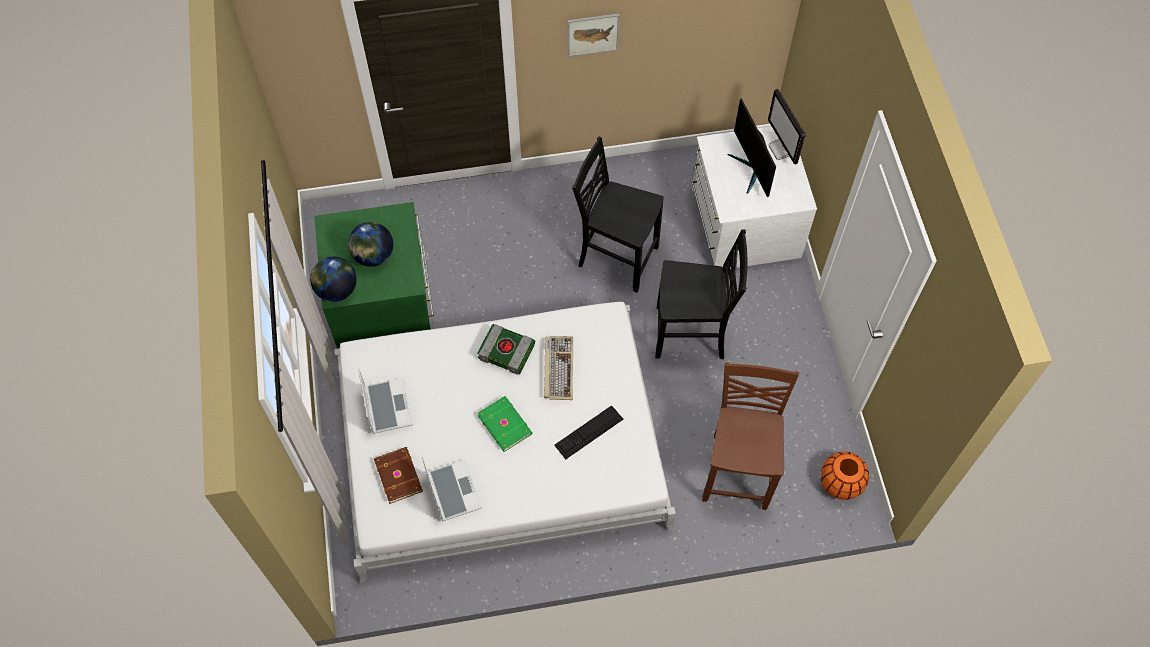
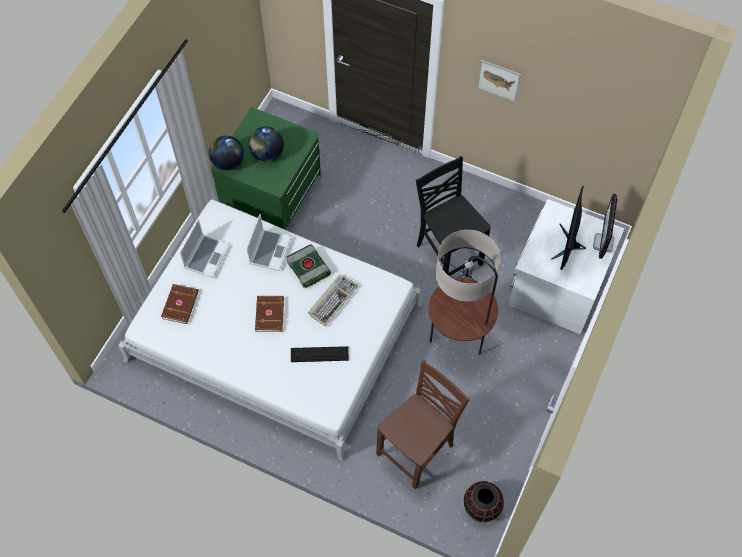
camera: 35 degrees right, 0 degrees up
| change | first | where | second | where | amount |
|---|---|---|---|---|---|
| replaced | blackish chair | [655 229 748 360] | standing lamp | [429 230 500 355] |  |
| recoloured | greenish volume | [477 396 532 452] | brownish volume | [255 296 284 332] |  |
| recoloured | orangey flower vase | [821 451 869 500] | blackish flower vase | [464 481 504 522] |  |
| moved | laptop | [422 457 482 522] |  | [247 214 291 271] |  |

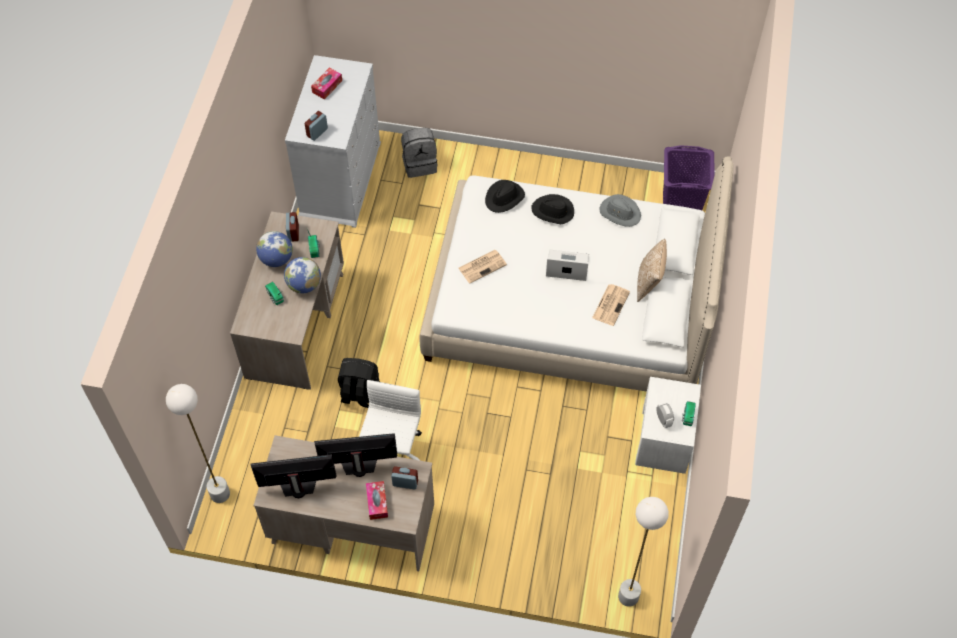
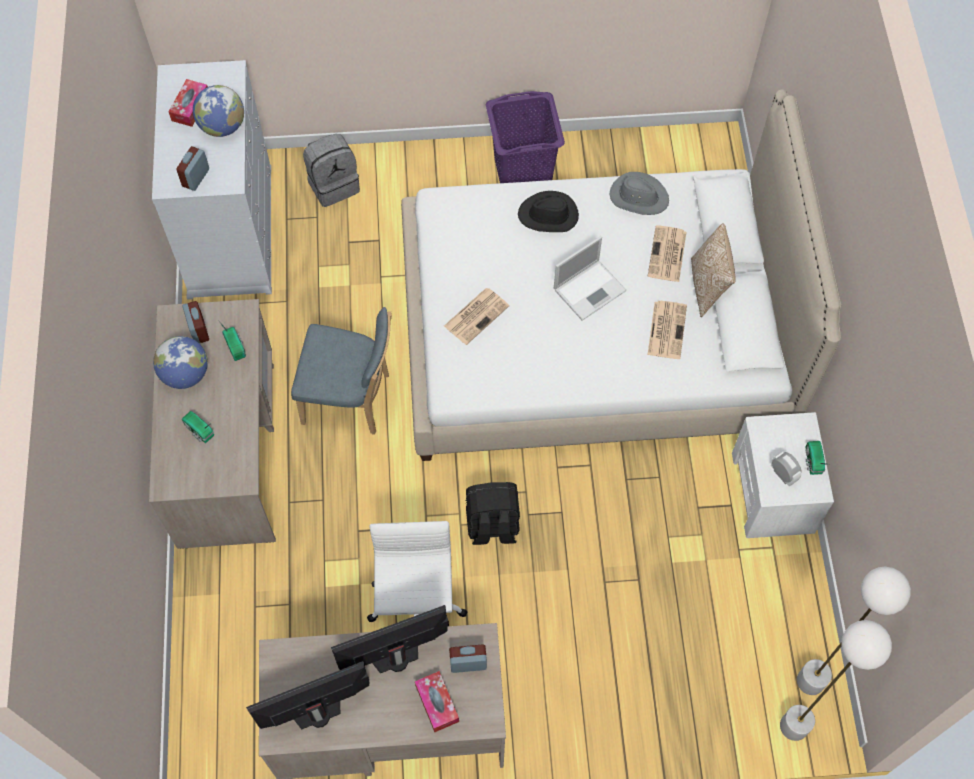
camera: 15 degrees left, 5 degrees up
| change | first | where | second | where | amount |
|---|---|---|---|---|---|
| moved | purplish hamper | [663 145 715 210] |  | [486 91 565 183] |  |
| removed | blackish clothing hat | [485 180 525 213] |  |  |  |
| turned | laptop | [546 250 589 281] |  | [554 236 627 321] | 150 degrees clockwise |
| moved | desk globe | [284 257 321 293] |  | [193 85 244 137] |  |
| moved | blackish knapsack | [338 358 380 408] |  | [466 482 520 545] |  |
| moved | whitish standing lamp | [166 384 230 503] |  | [797 567 911 695] |  |
| added |  |  | newspaper | [648 225 686 282] |  |
| added |  |  | bluish chair | [291 307 392 435] |  |

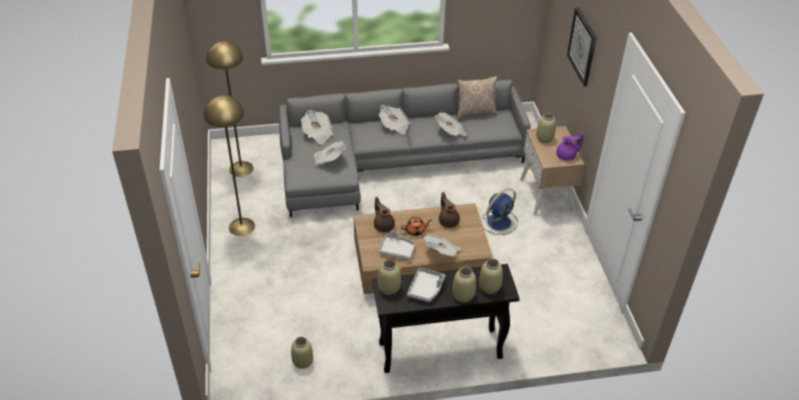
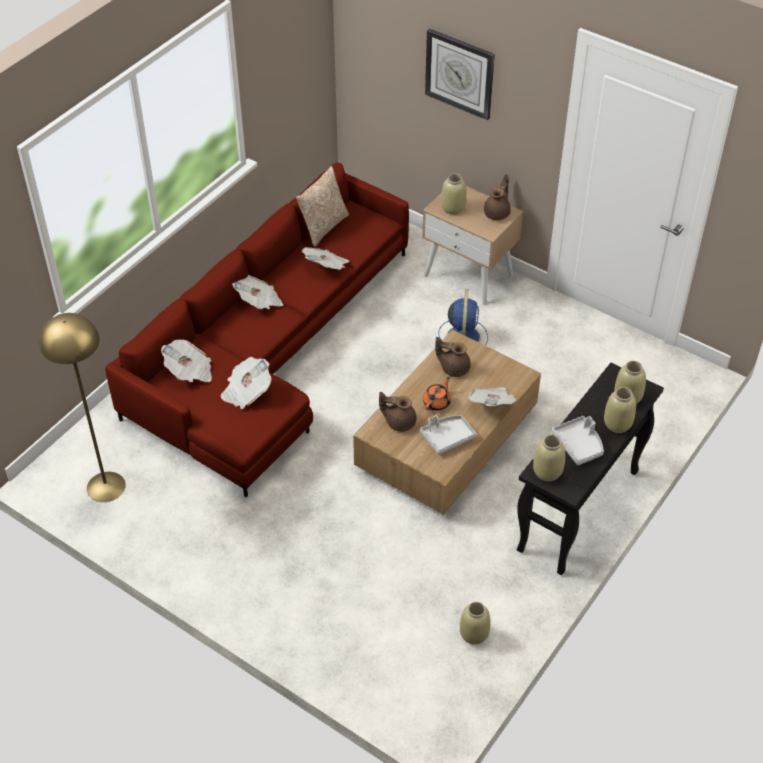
camera: 45 degrees left, 5 degrees up
| change | first | where | second | where | amount |
|---|---|---|---|---|---|
| recoloured | gray sofa | [279 80 531 217] | red sofa | [105 163 409 497] |  |
| removed | yellow-coloured standing lamp | [204 95 255 236] |  |  |  |
| recoloured | purplish teapot | [556 132 584 160] | brownish teapot | [484 174 511 220] |  |

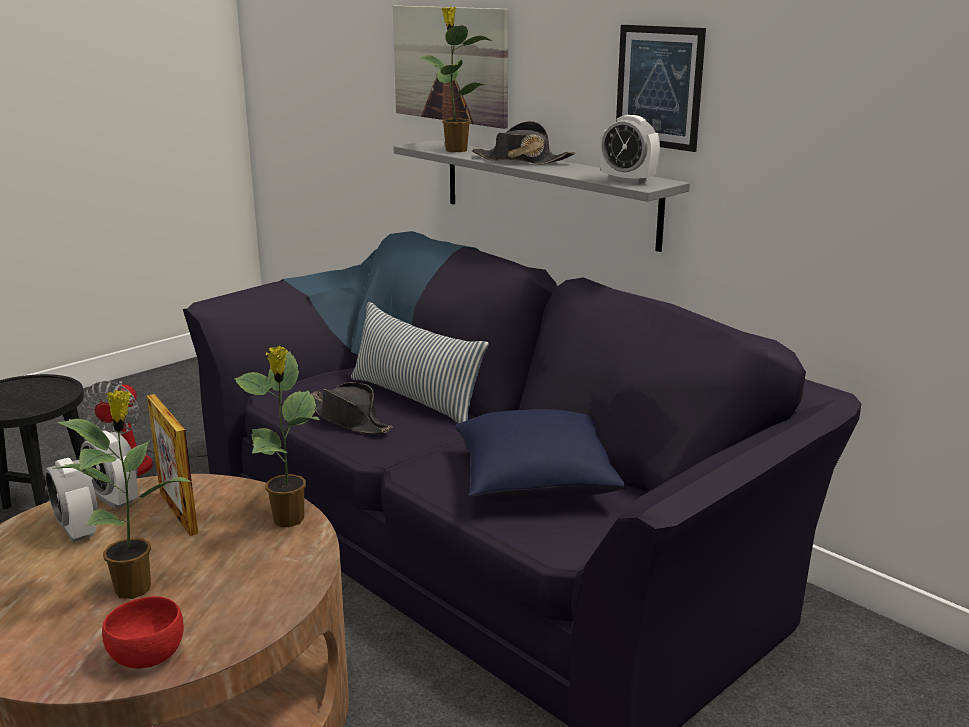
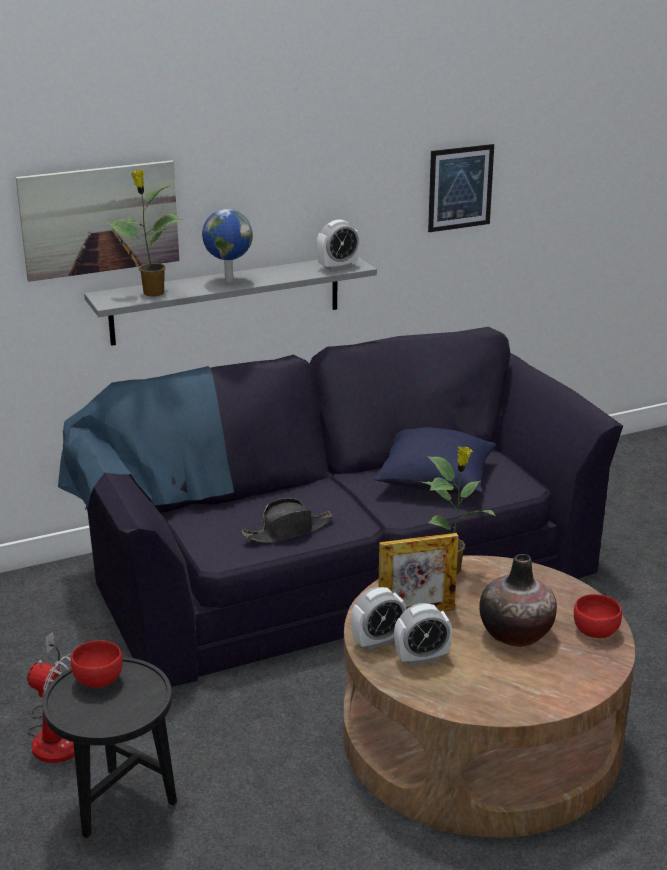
camera: 70 degrees left, 5 degrees up
| change | first | where | second | where | amount |
|---|---|---|---|---|---|
| moved | wall picture | [616 25 706 152] |  | [428 144 494 232] |  |
| replaced | blackish clothing hat | [472 121 575 164] | desk globe | [202 209 253 283] |  |
| removed | cushion | [351 302 489 423] |  |  |  |
| replaced | potted plant | [53 390 194 599] | flower vase | [479 554 557 647] |  |
| added |  |  | red serving bowl | [71 641 123 688] |  |

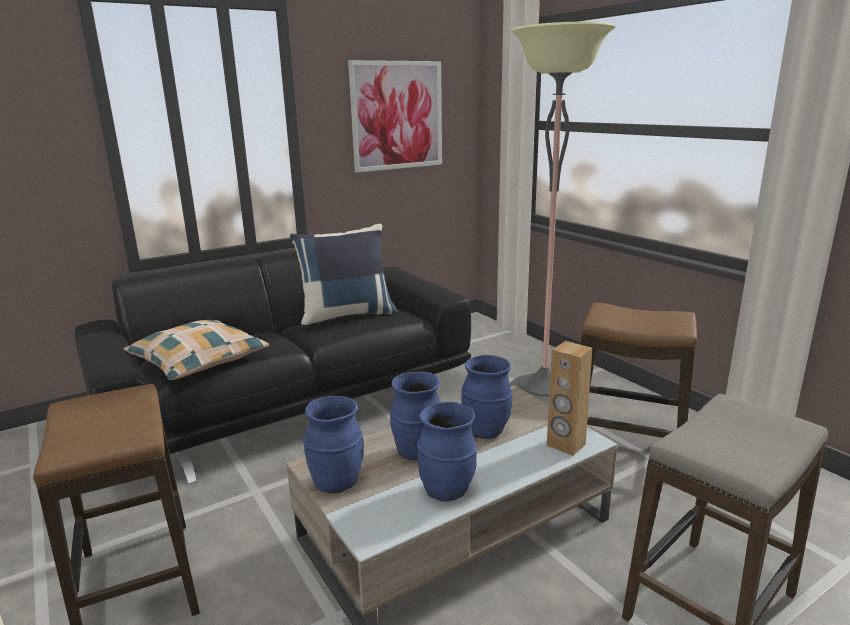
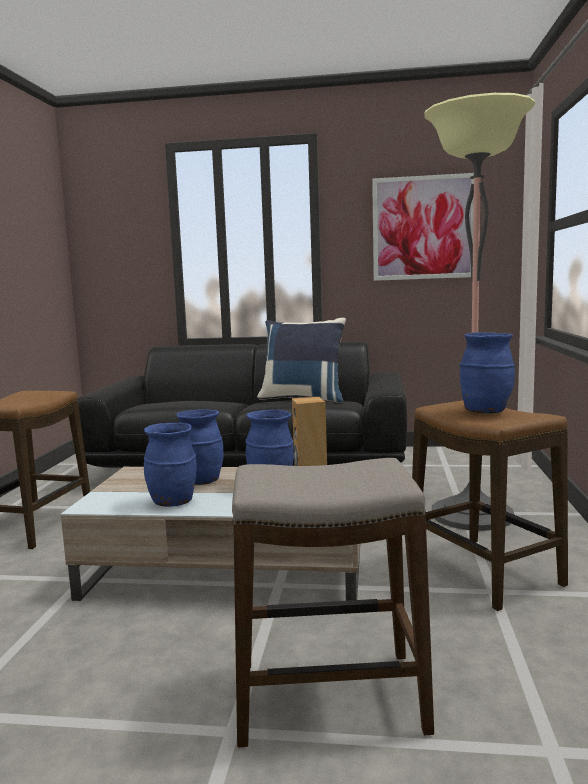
camera: 40 degrees right, 10 degrees down
| change | first | where | second | where | amount |
|---|---|---|---|---|---|
| removed | cushion | [124 320 269 380] |  |  |  |
| moved | bluish flower vase | [303 396 364 493] |  | [459 332 515 414] |  |

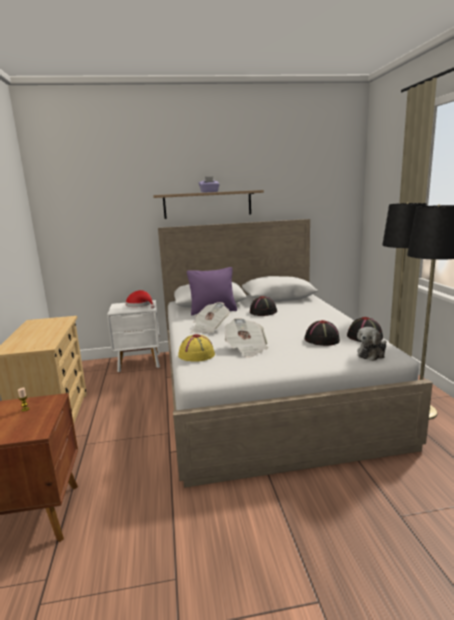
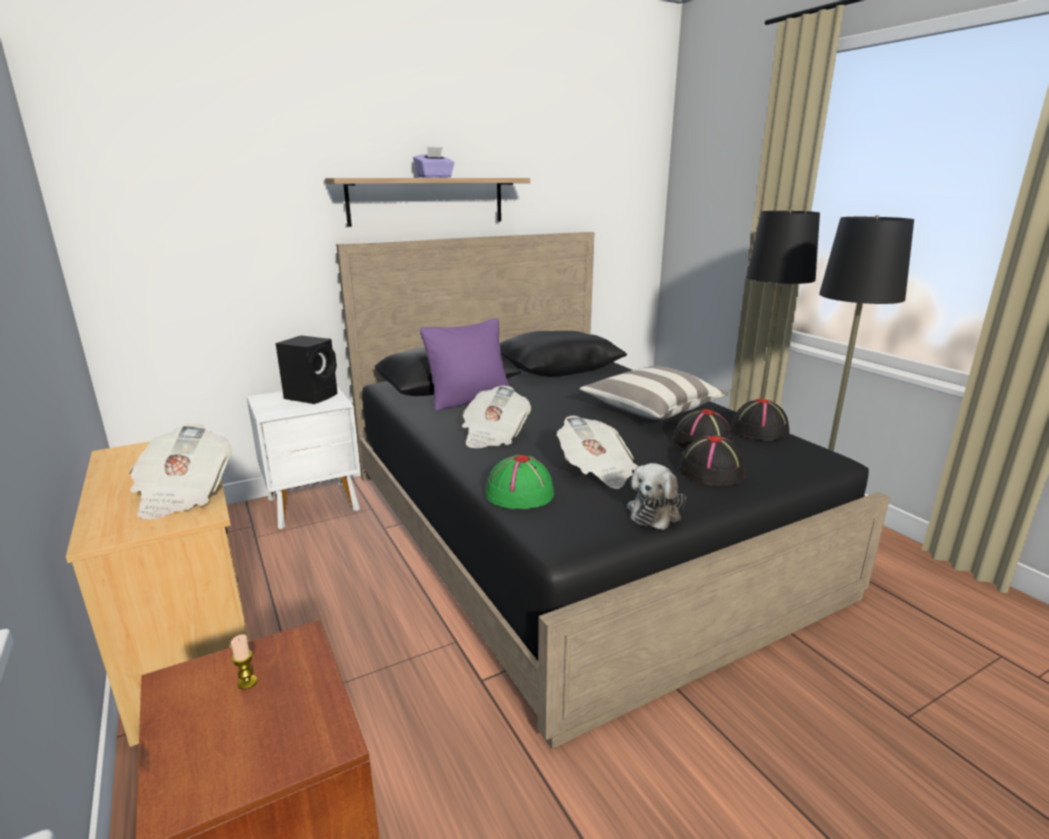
camera: 20 degrees left, 5 degrees up
| change | first | where | second | where | amount |
|---|---|---|---|---|---|
| recoloured | whitish bed | [158 219 433 488] | blackish bed | [336 232 890 749] |  |
| replaced | red clothing hat | [126 290 155 309] | blackish loudspeaker | [276 335 338 404] |  |
| moved | blackish clothing hat | [250 296 277 316] |  | [679 435 745 486] |  |
| moved | soft toy | [357 327 386 361] |  | [627 463 686 530] |  |
| recoloured | yellow-coloured clothing hat | [178 334 215 362] | greenish clothing hat | [486 455 554 509] |  |
| added |  |  | cushion | [580 366 728 420] |  |
| added |  |  | newspaper | [130 424 232 520] |  |

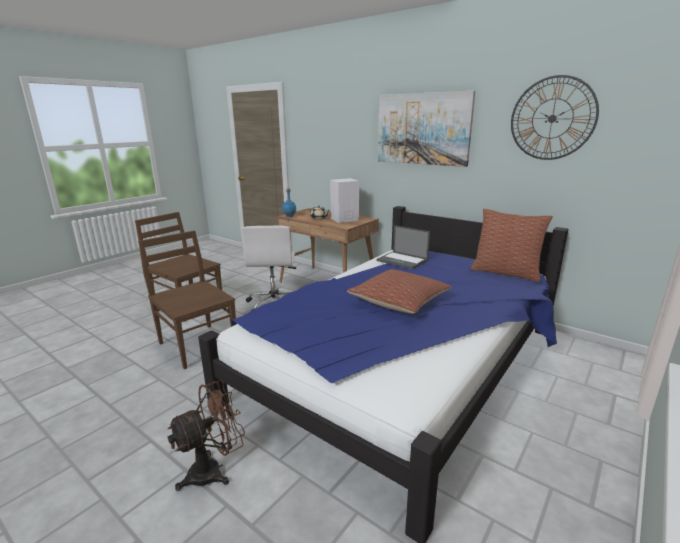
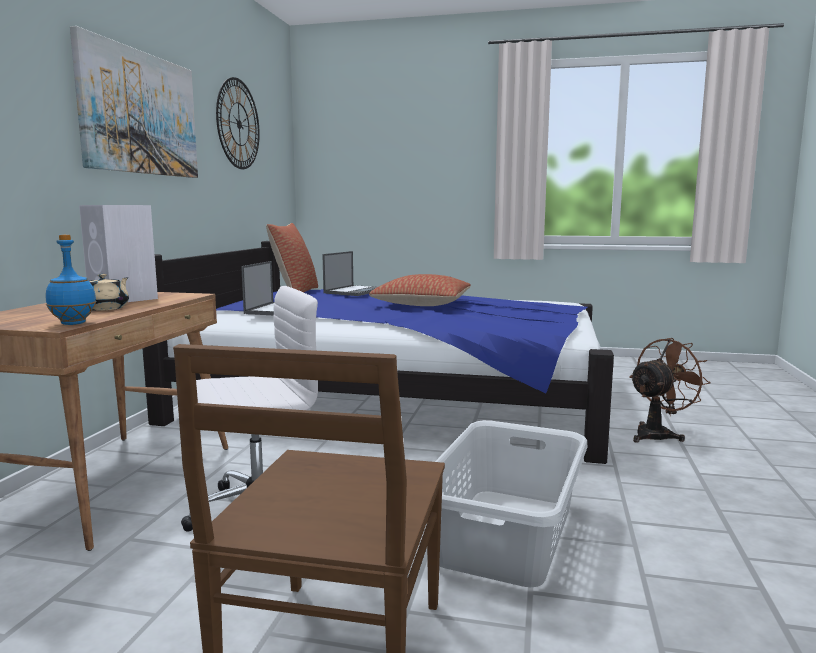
camera: 115 degrees left, 10 degrees down
| change | first | where | second | where | amount |
|---|---|---|---|---|---|
| replaced | brownish chair | [138 231 236 369] | gray hamper | [435 420 588 587] |  |
| turned | brownish electric fan | [168 380 245 491] |  | [629 338 710 443] | 120 degrees clockwise |
| added |  |  | laptop | [322 251 377 296] |  |

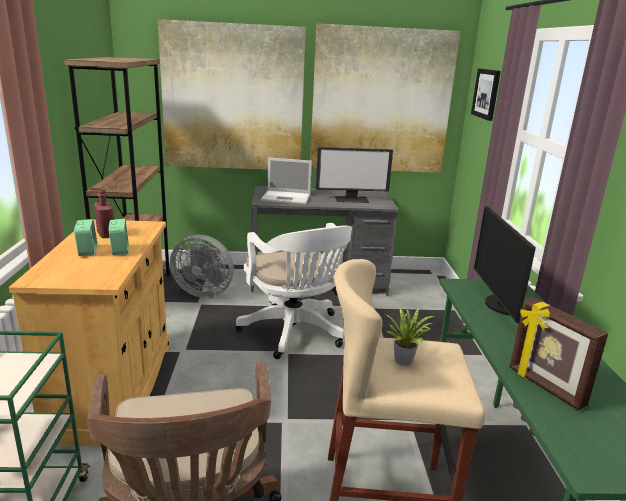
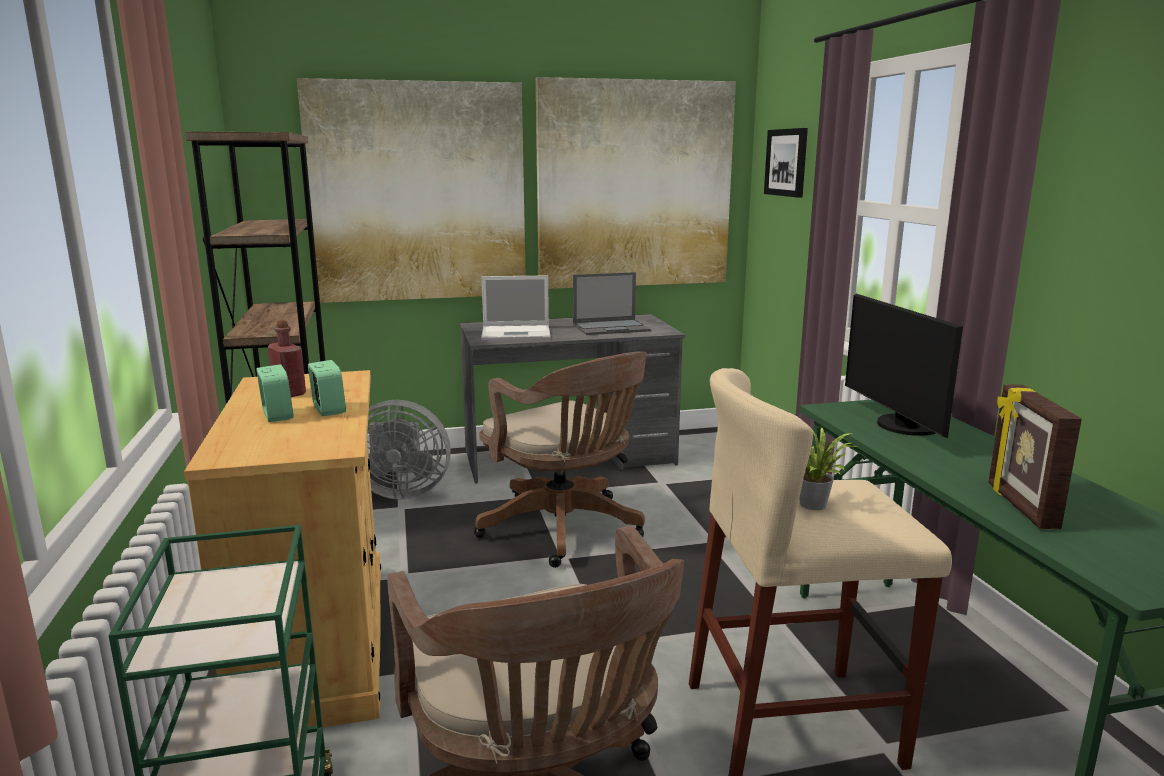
camera: 10 degrees left, 5 degrees down
| change | first | where | second | where | amount |
|---|---|---|---|---|---|
| replaced | computer screen | [316 147 393 203] | laptop | [573 272 651 335] |  |
| recoloured | whitish desk chair | [235 223 352 359] | brownish desk chair | [474 352 646 568] |  |
| turned | photo frame | [510 297 608 410] |  | [989 384 1082 529] | 45 degrees clockwise |

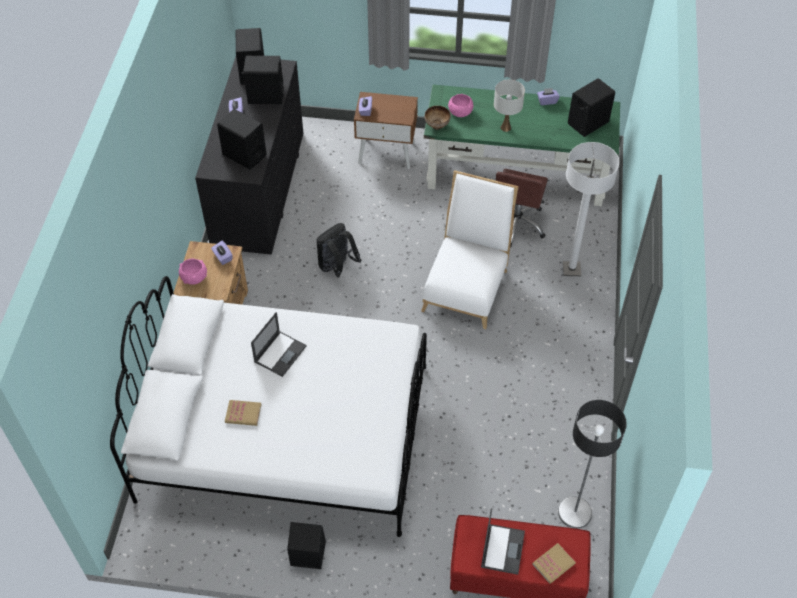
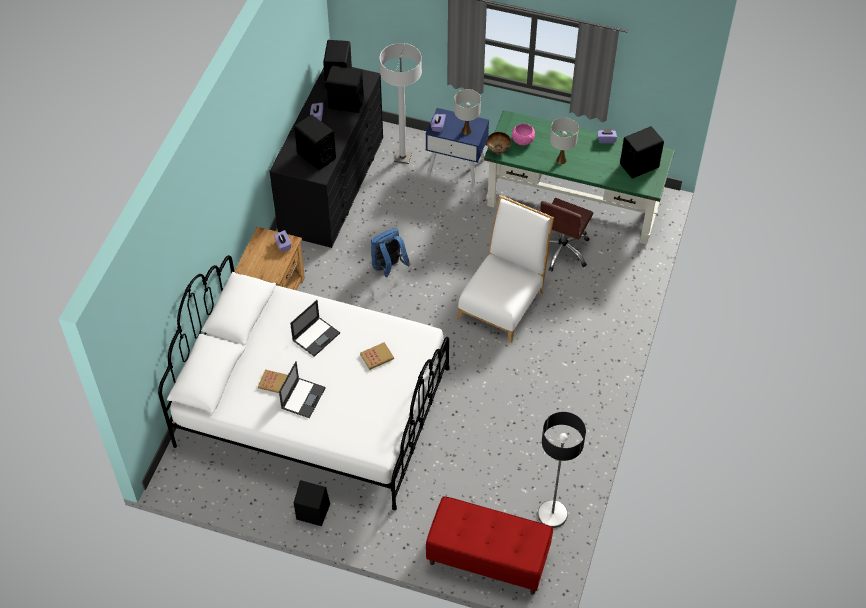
camera: 10 degrees right, 0 degrees up
| change | first | where | second | where | amount |
|---|---|---|---|---|---|
| recoloured | brownish night table | [354 92 418 169] | bluish night table | [425 108 489 185] |  |
| moved | whitish standing lamp | [563 142 619 276] |  | [380 43 422 164] |  |
| recoloured | blackish knapsack | [317 223 361 278] | bluish knapsack | [371 228 410 277] |  |
| removed | pink serving bowl | [179 259 207 285] |  |  |  |
| moved | laptop | [481 508 525 575] |  | [279 361 326 418] |  |
| moved | volume | [532 543 576 584] |  | [360 342 394 370] |  |
| added |  |  | whitish table lamp | [454 89 481 135] |  |

